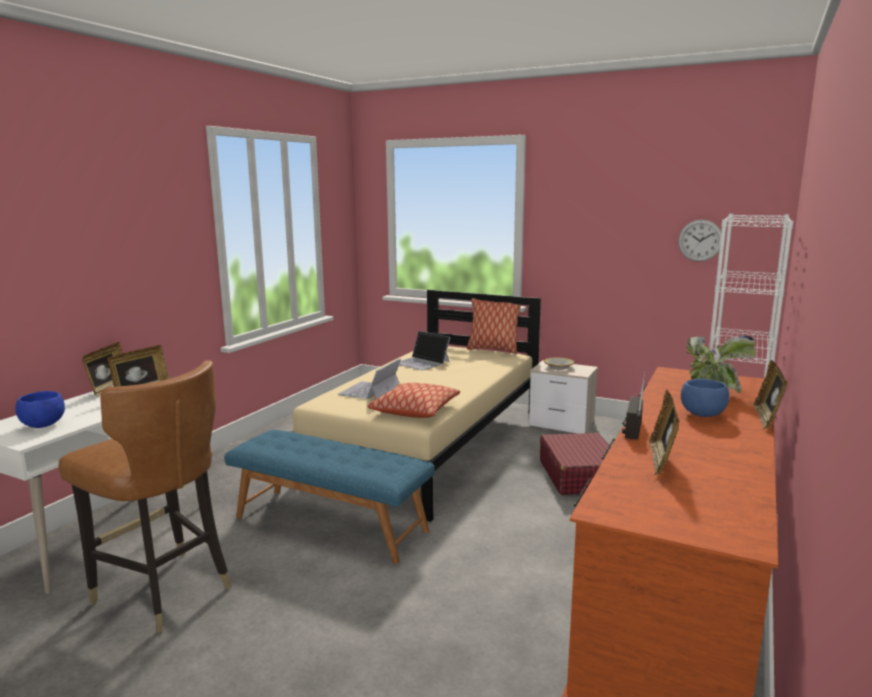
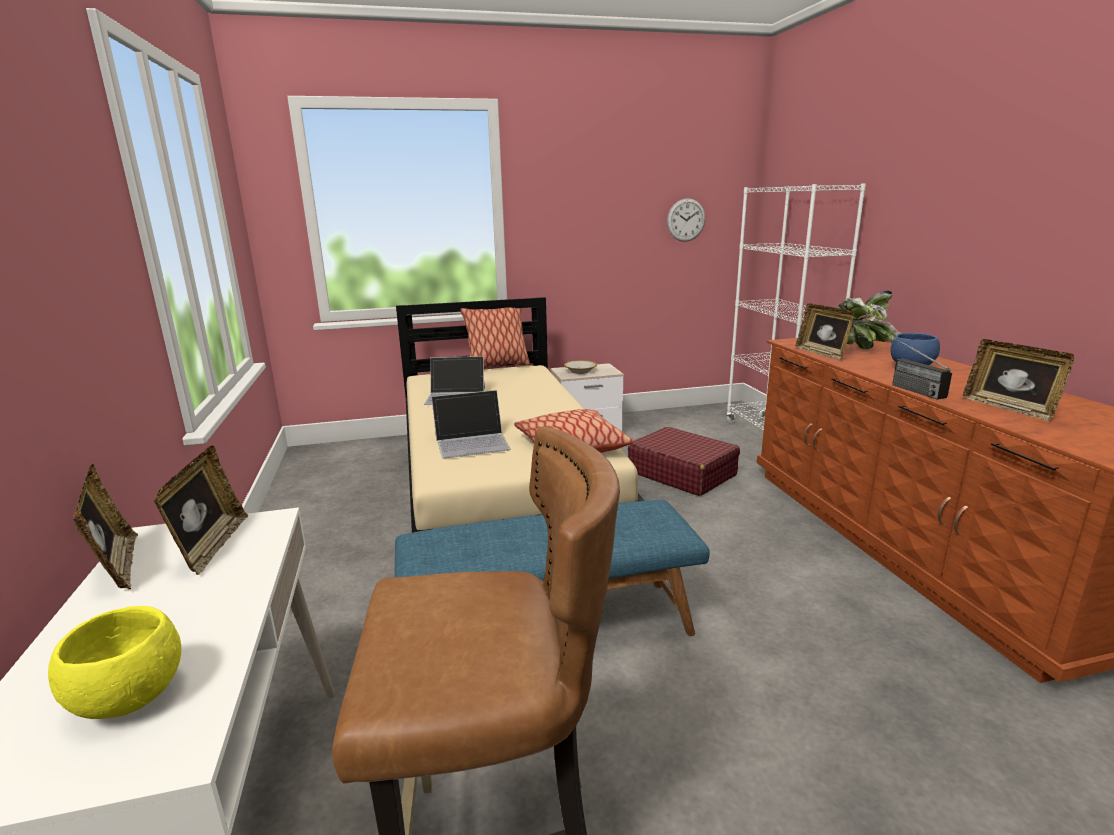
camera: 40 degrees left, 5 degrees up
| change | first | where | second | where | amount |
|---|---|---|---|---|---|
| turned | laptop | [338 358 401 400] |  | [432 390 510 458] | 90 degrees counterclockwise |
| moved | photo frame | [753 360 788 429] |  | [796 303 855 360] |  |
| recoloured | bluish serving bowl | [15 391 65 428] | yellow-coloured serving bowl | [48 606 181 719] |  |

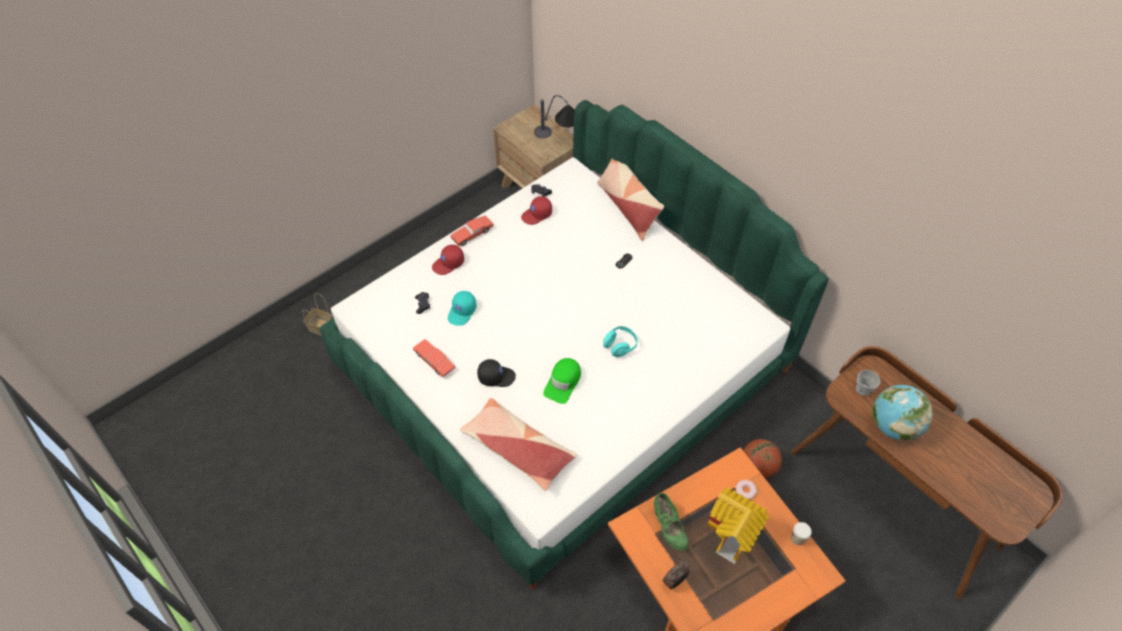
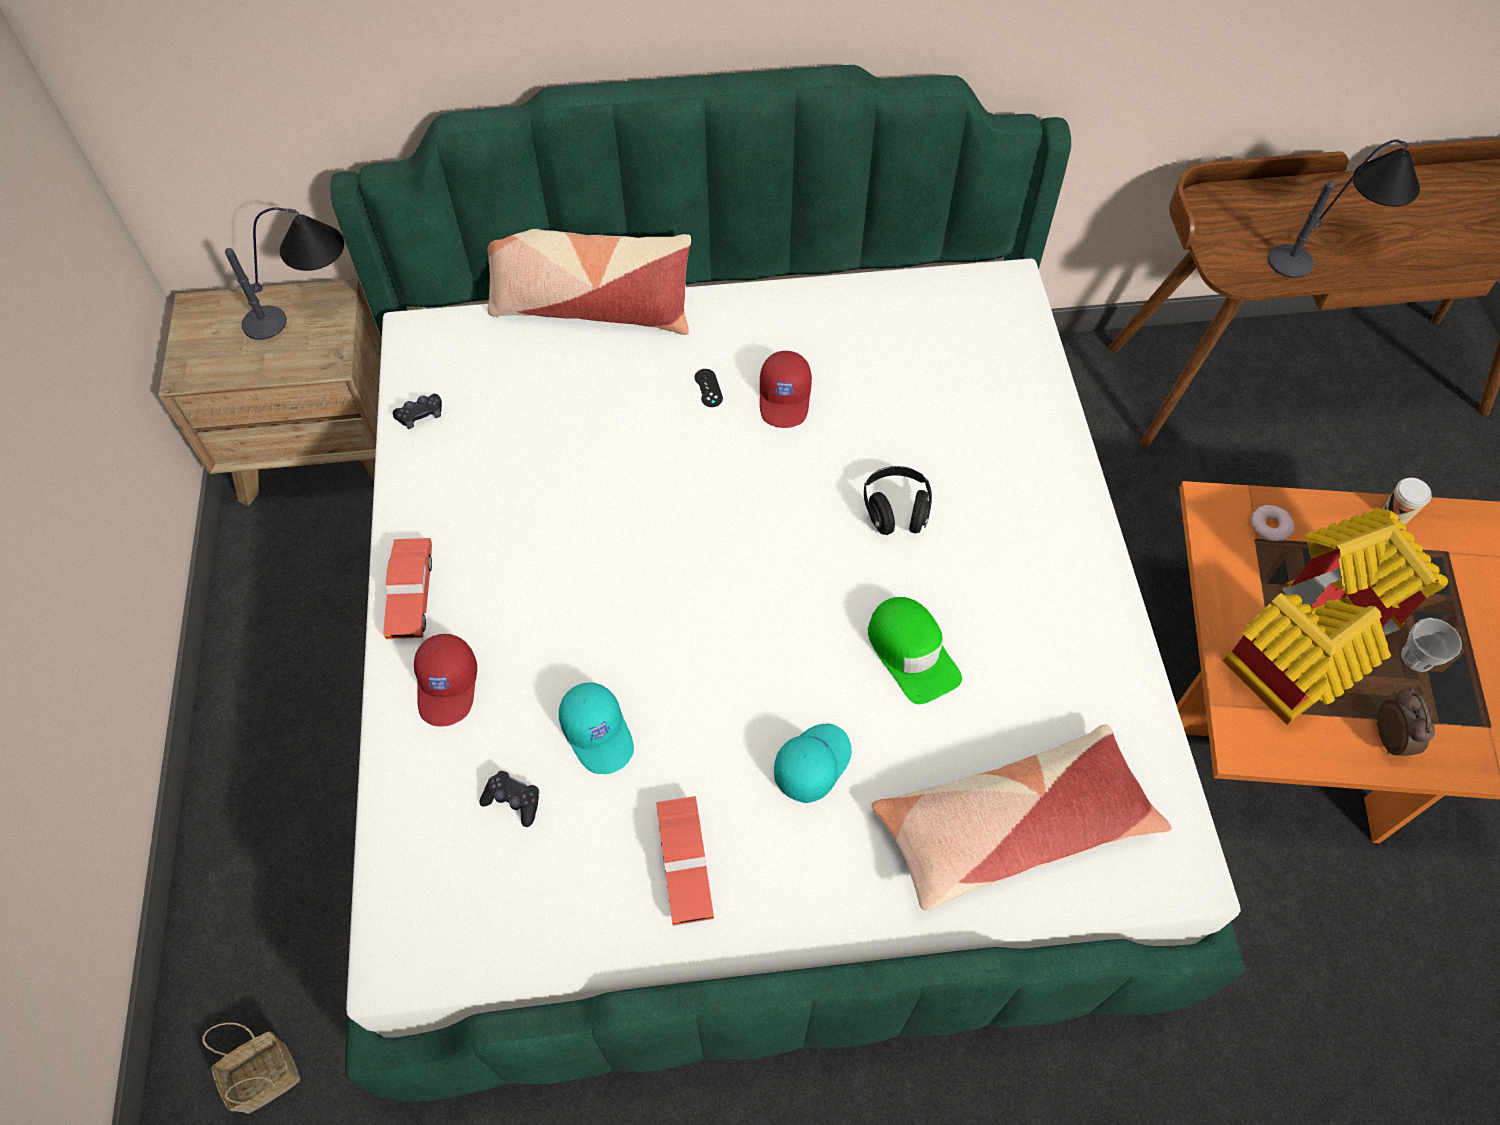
camera: 55 degrees left, 5 degrees up
| change | first | where | second | where | amount |
|---|---|---|---|---|---|
| moved | red baseball cap | [521 196 552 225] |  | [760 351 812 428] |  |
| recoloured | blue-green headphones | [603 326 638 357] | blackish headphones | [864 466 932 535] |  |
| turned | red model car | [413 339 455 377] |  | [656 796 714 926] | 90 degrees counterclockwise |
| recoloured | blackish baseball cap | [477 359 516 387] | blue-green baseball cap | [774 724 852 803] |  |
| moved | cup | [856 370 880 396] |  | [1401 618 1462 672] |  |
| replaced | desk globe | [872 385 933 441] | table lamp | [1268 139 1420 278] |  |
| removed | basketball ball | [743 439 782 478] |  |  |  |
| replaced | greenish low shoe | [654 493 688 551] | miniature house | [1223 593 1391 724] |  |

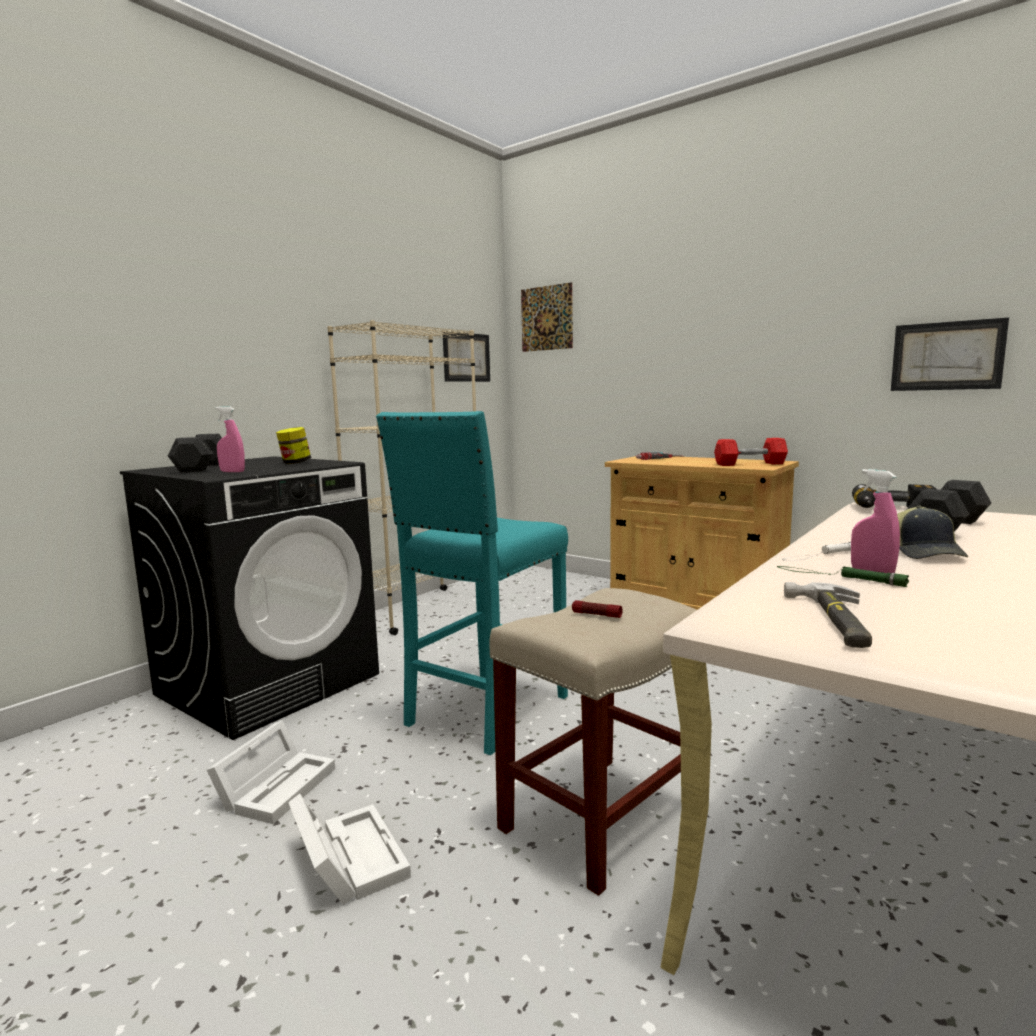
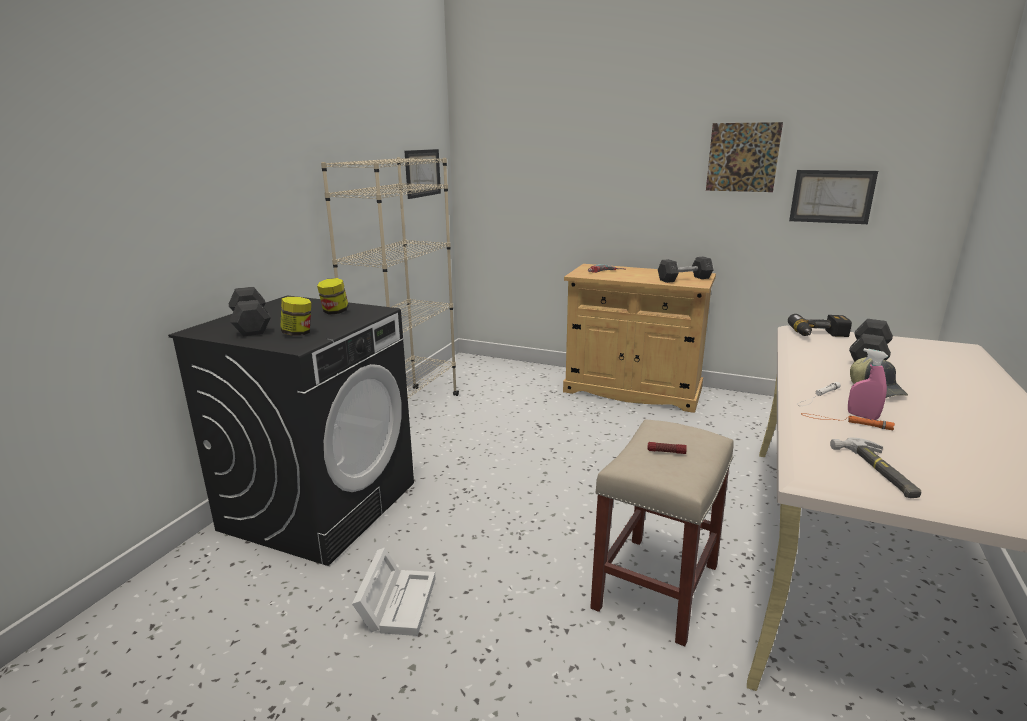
camera: 15 degrees left, 10 degrees up
| change | first | where | second | where | amount |
|---|---|---|---|---|---|
| moved | wall picture | [521 282 573 352] |  | [706 122 783 192] |  |
| replaced | pink sprayer | [215 406 245 472] | jar | [280 297 311 336] |  |
| removed | blue-green sitting stool | [376 411 568 755] |  |  |  |
| recoloured | red dumbbell | [714 438 788 466] | gray dumbbell | [658 256 714 283] |  |
| recoloured | greenish hand torch | [777 566 909 587] | orangey hand torch | [801 413 895 430] |  |
| removed | whitish storage box | [288 794 411 905] |  |  |  |

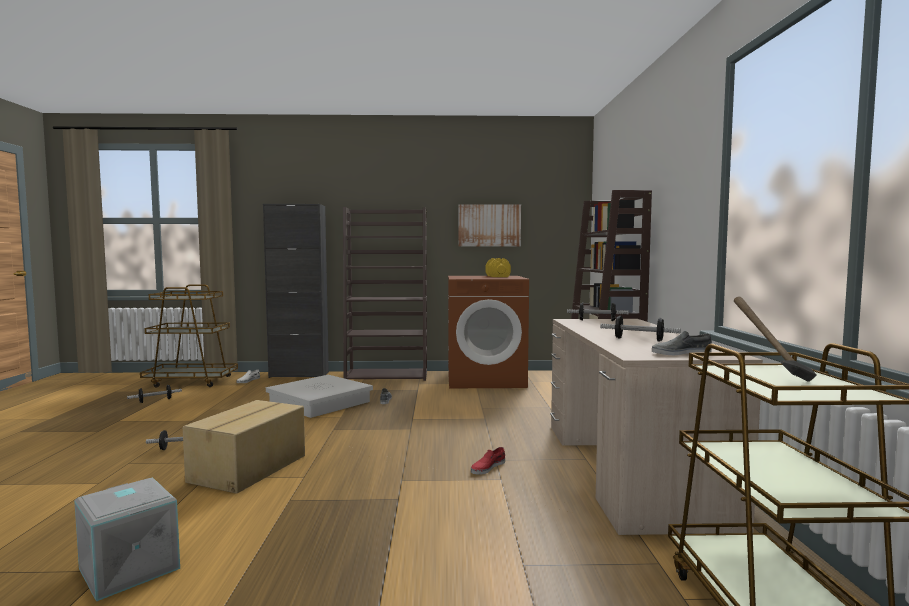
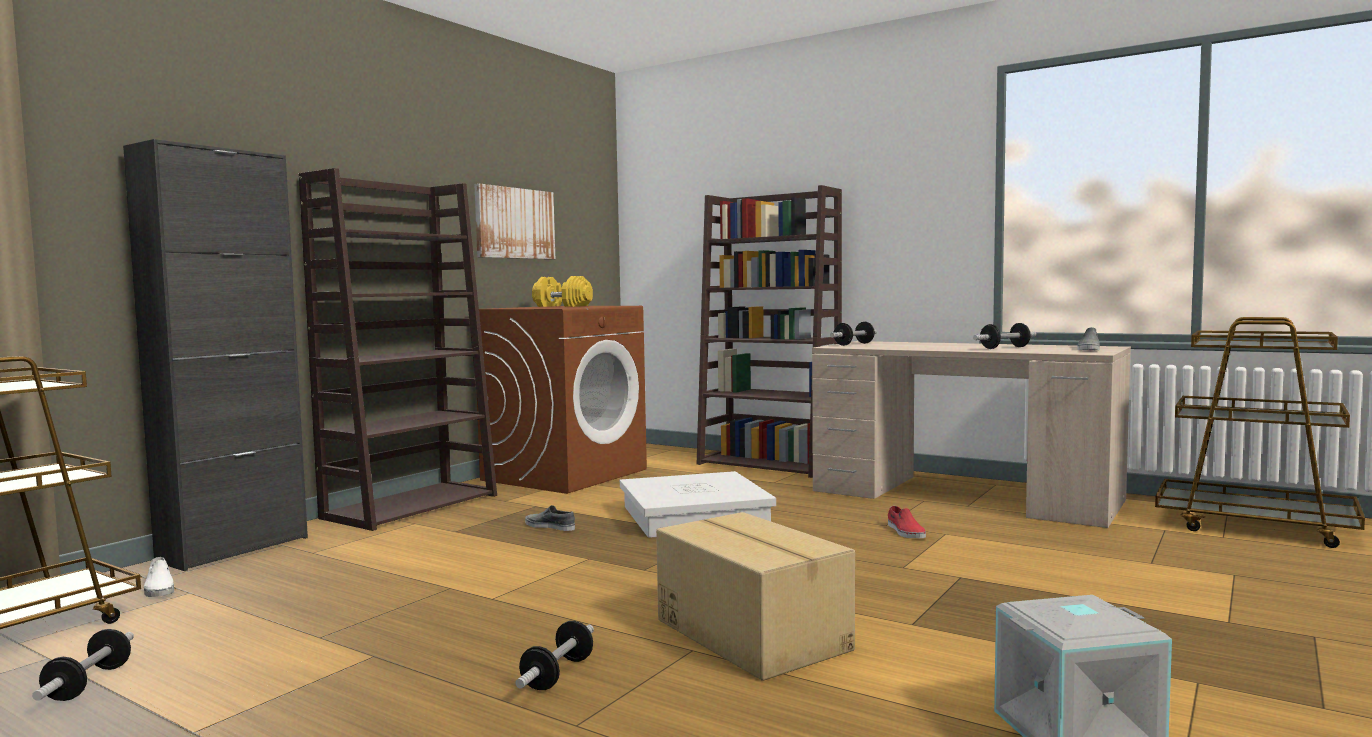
camera: 55 degrees left, 0 degrees up
| change | first | where | second | where | amount |
|---|---|---|---|---|---|
| removed | hand hammer | [734 296 817 382] |  |  |  |
| moved | whitish storage box | [266 375 373 418] |  | [620 471 776 538] |  |

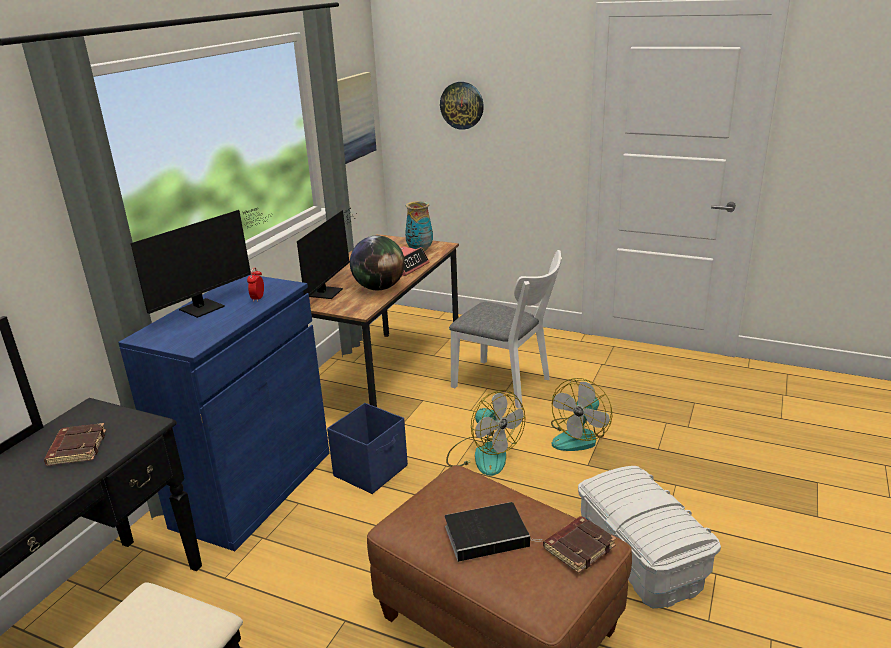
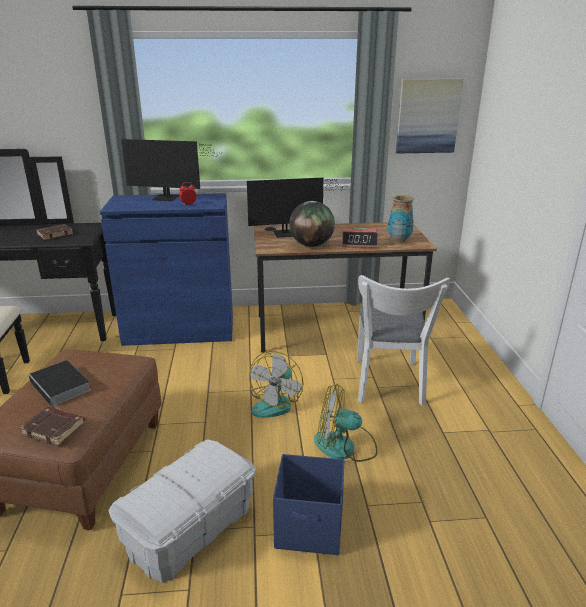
camera: 60 degrees right, 0 degrees up
| change | first | where | second | where | amount |
|---|---|---|---|---|---|
| removed | hanging clock | [440 82 484 130] |  |  |  |
| moved | bluish storage box | [327 403 408 494] |  | [273 454 345 555] |  |

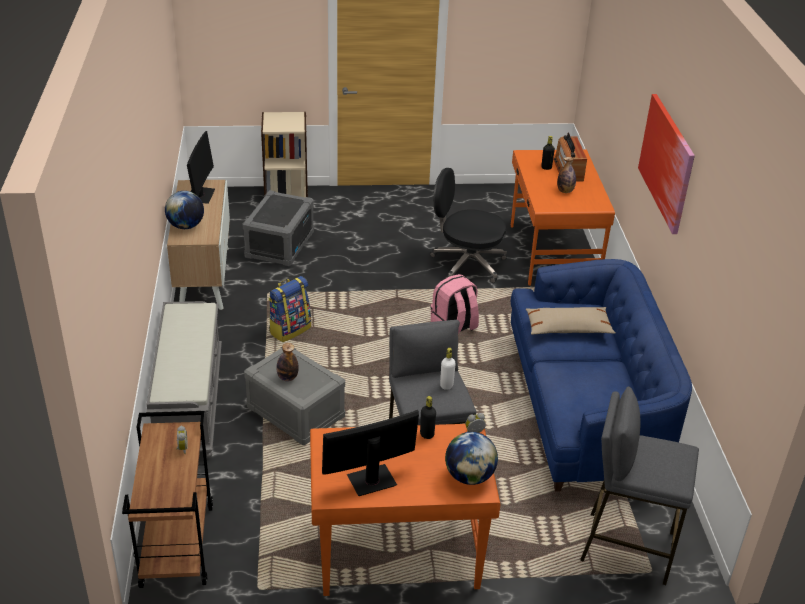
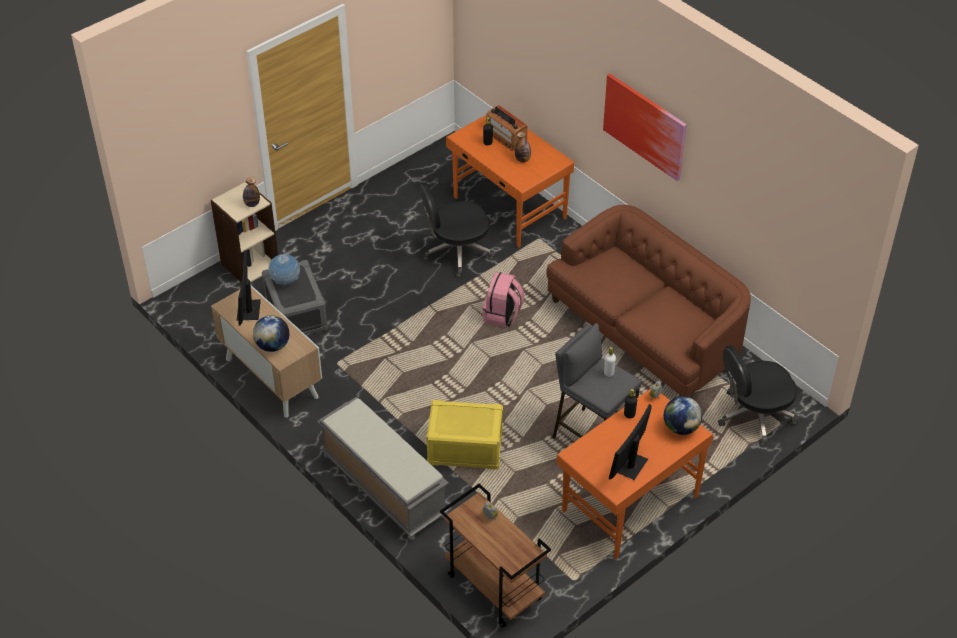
camera: 35 degrees left, 10 degrees up
| change | first | where | second | where | amount |
|---|---|---|---|---|---|
| turned | computer screen | [187 131 215 204] |  | [236 250 261 325] | 150 degrees counterclockwise |
| recoloured | bluish sofa | [511 259 692 492] | brownish sofa | [546 205 751 397] |  |
| removed | knapsack | [268 276 311 342] |  |  |  |
| removed | beige cushion | [526 307 616 335] |  |  |  |
| moved | beverage bottle | [276 343 299 382] |  | [243 177 260 207] |  |
| recoloured | gray storage box | [244 347 345 445] | yellow-coloured storage box | [426 400 503 470] |  |
| replaced | gray sitting stool | [580 386 699 585] | blackish desk chair | [718 345 798 446] |  |
| added |  |  | desk globe | [269 254 300 285] |  |

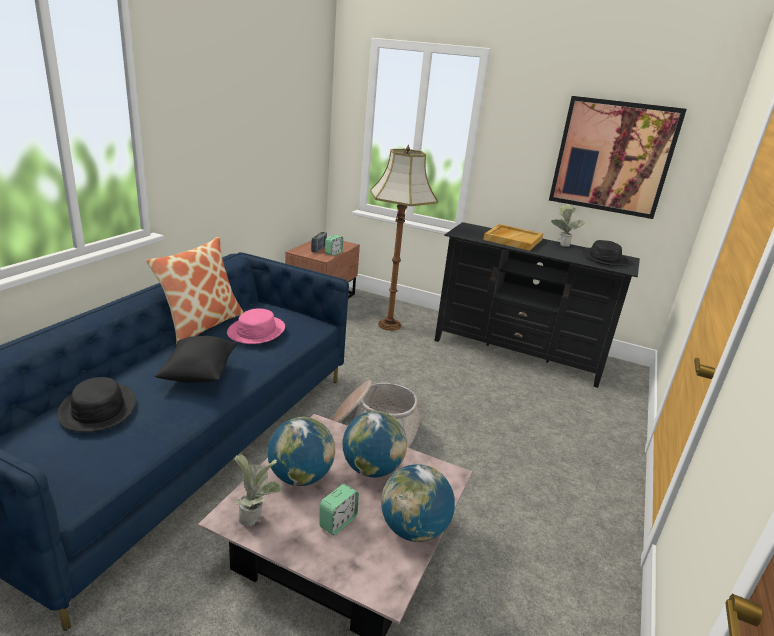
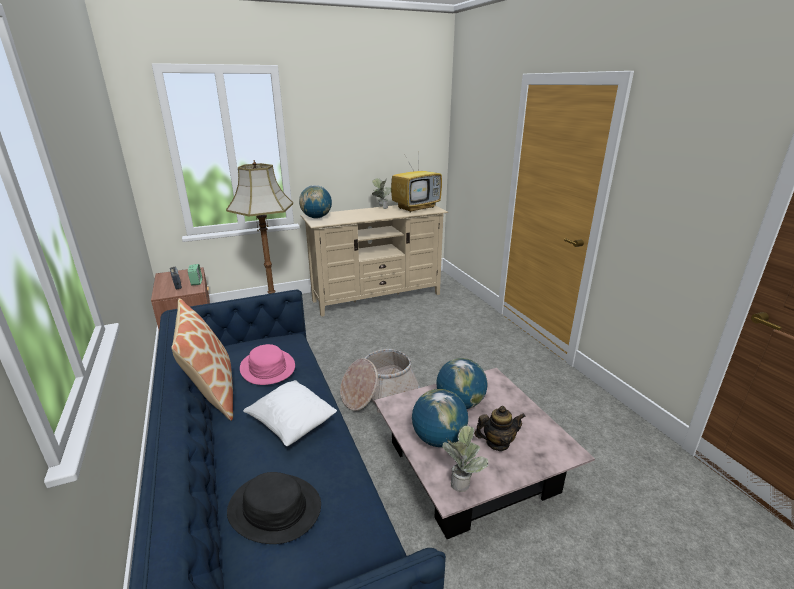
camera: 45 degrees left, 0 degrees up
| change | first | where | second | where | amount |
|---|---|---|---|---|---|
| removed | wall picture | [549 96 687 219] |  |  |  |
| recoloured | blackish media console | [435 222 640 388] | beige media console | [300 205 448 317] |  |
| removed | beige serving tray | [483 224 543 251] |  |  |  |
| replaced | blackish clothing hat | [582 240 628 266] | TV set | [391 156 442 212] |  |
| recoloured | blackish cushion | [154 336 237 383] | whitish cushion | [243 380 337 446] |  |
| moved | desk globe | [381 464 455 542] |  | [299 185 332 219] |  |
| replaced | bedside clock | [319 484 359 535] | teapot | [474 406 526 451] |  |

